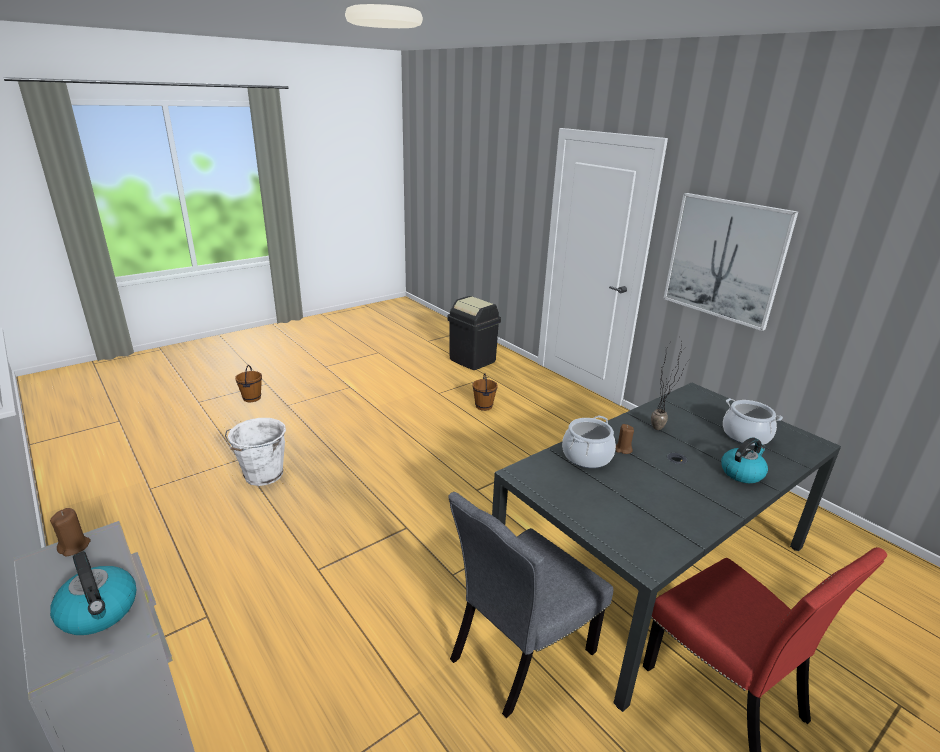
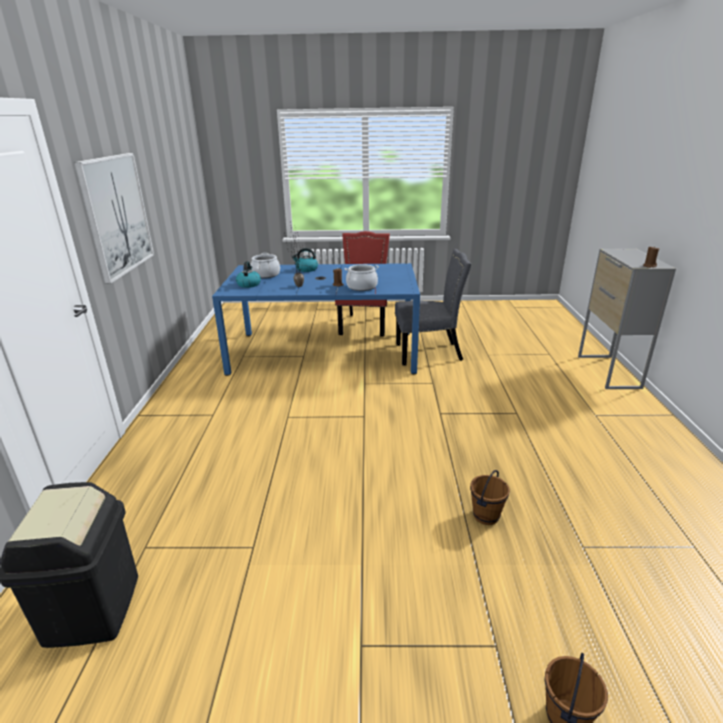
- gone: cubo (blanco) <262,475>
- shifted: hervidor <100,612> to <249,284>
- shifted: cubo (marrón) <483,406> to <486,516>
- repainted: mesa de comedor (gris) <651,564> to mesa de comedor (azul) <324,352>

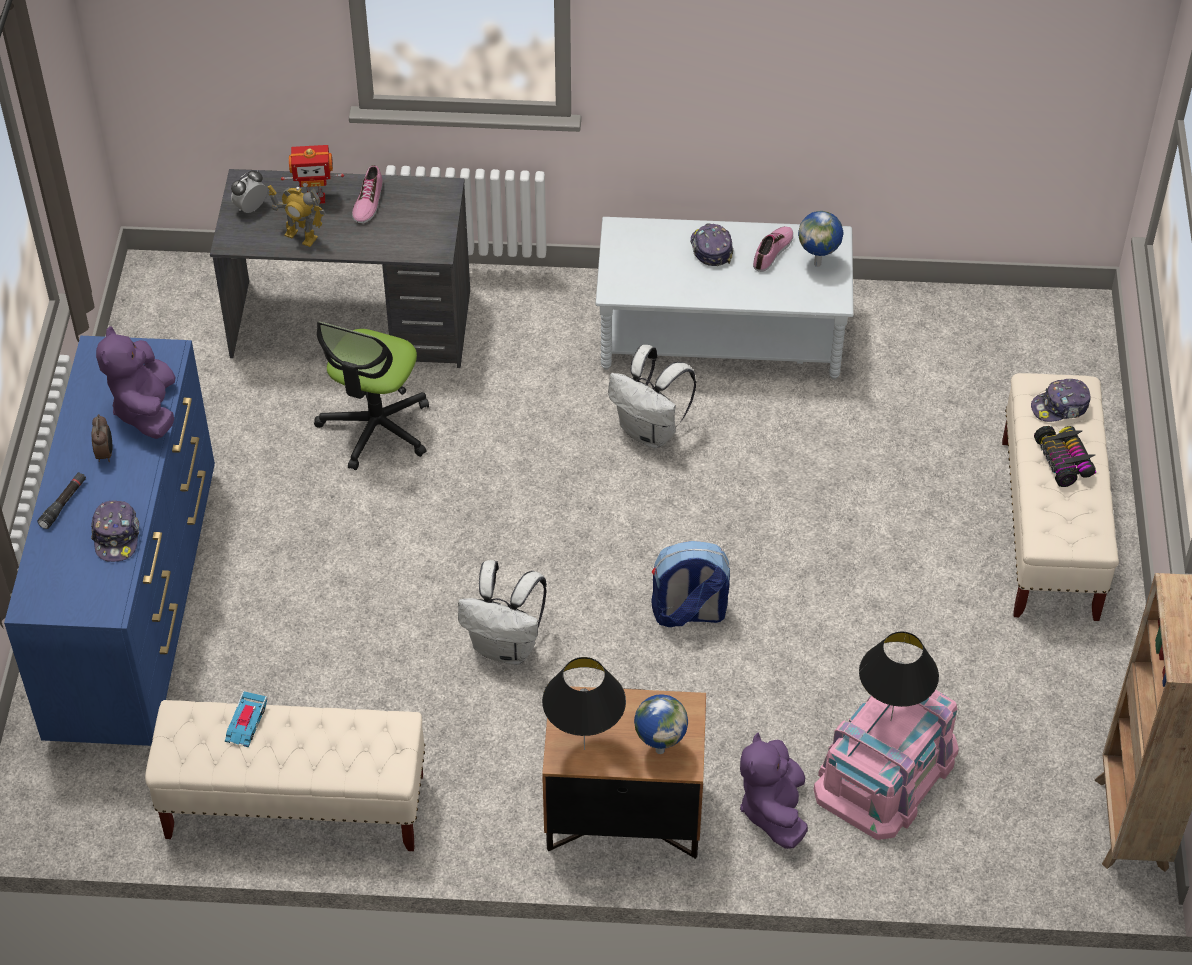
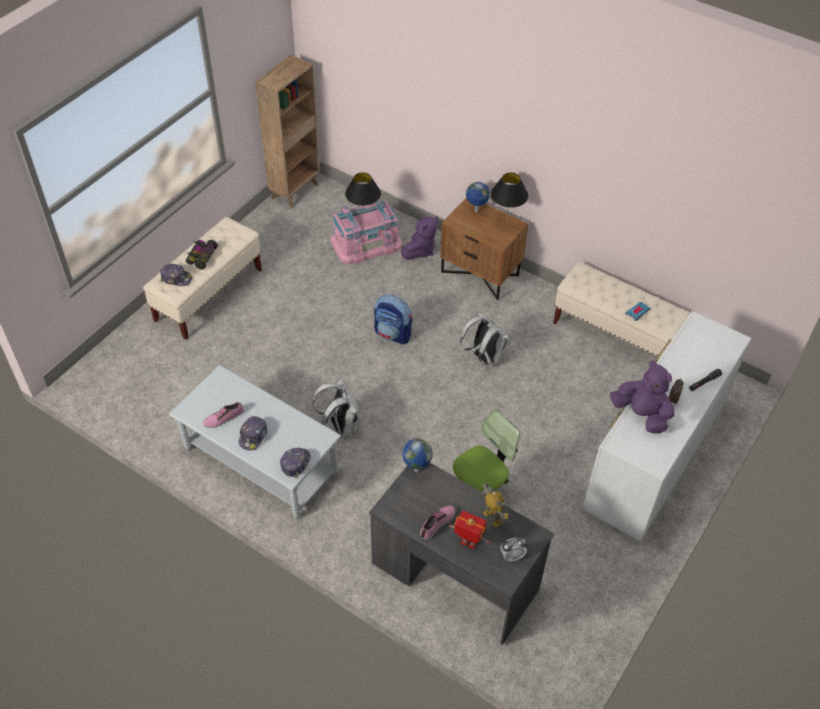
- shifted: gorra <117,536> to <295,463>
- shifted: globo terráqueo <818,264> to <416,470>
- repainted: cómoda (azul) <136,604> to cómoda (blanco) <652,460>
- rotated: peluche (morado) <146,410> = <641,414> 75 degrees counterclockwise

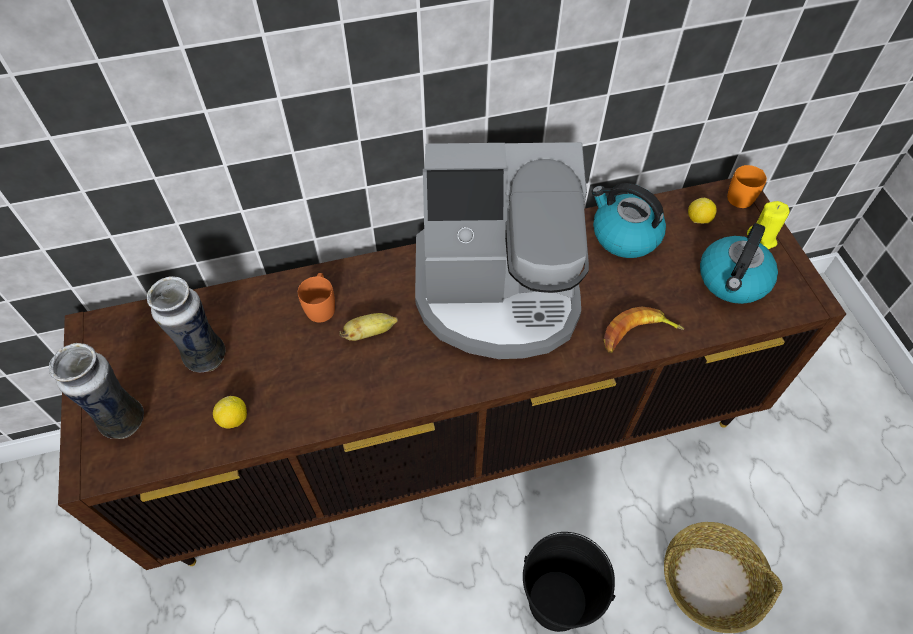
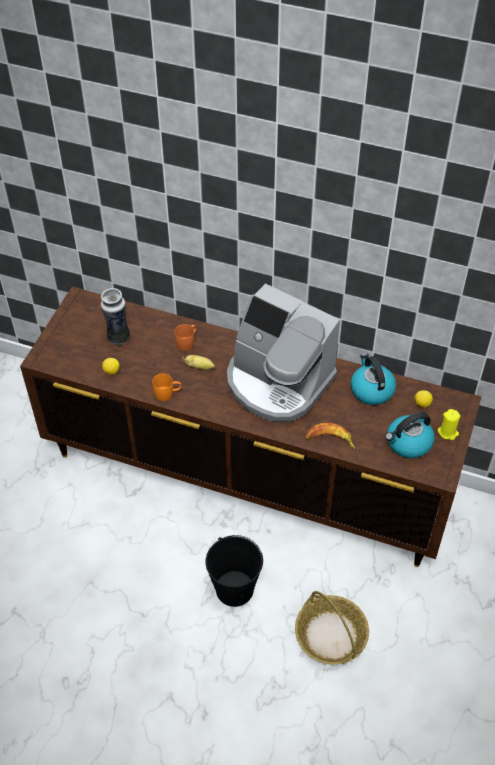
- gone: florero <124,420>
- shifted: taza grande (naranja) <743,196> to <167,394>

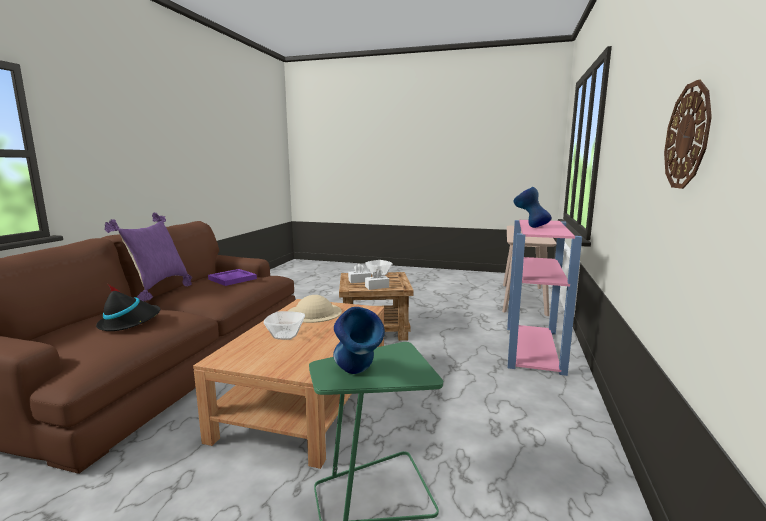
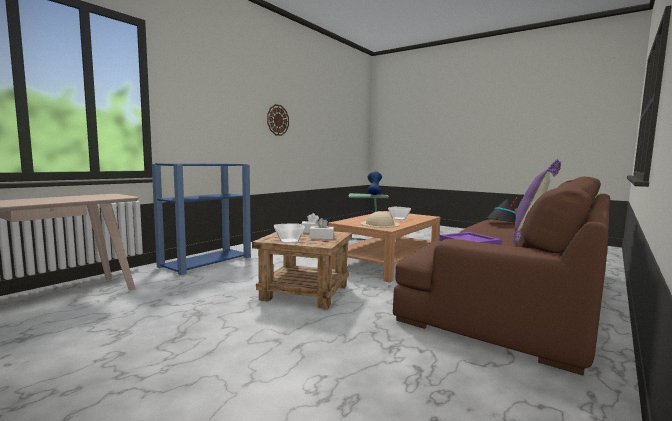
- gone: florero (azul) <530,227>
- repainted: estantería (rosa) <533,349> to estantería (azul) <207,262>

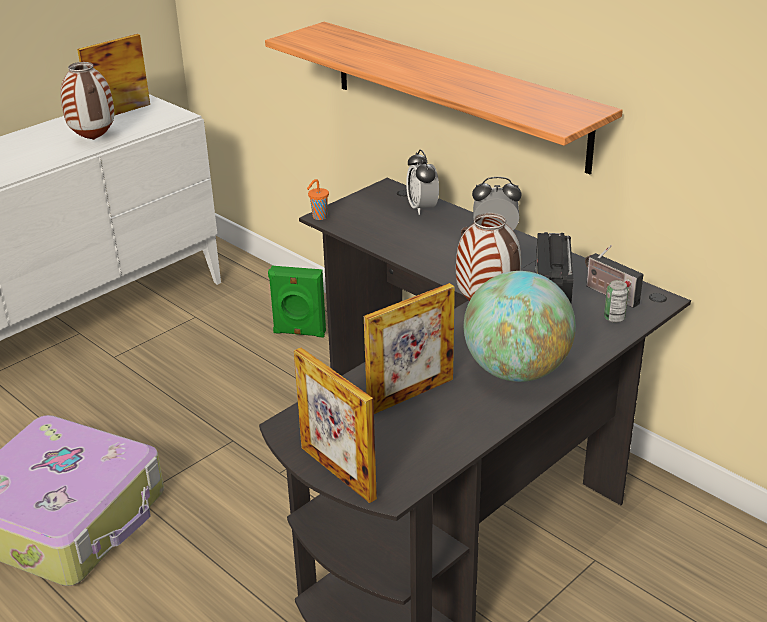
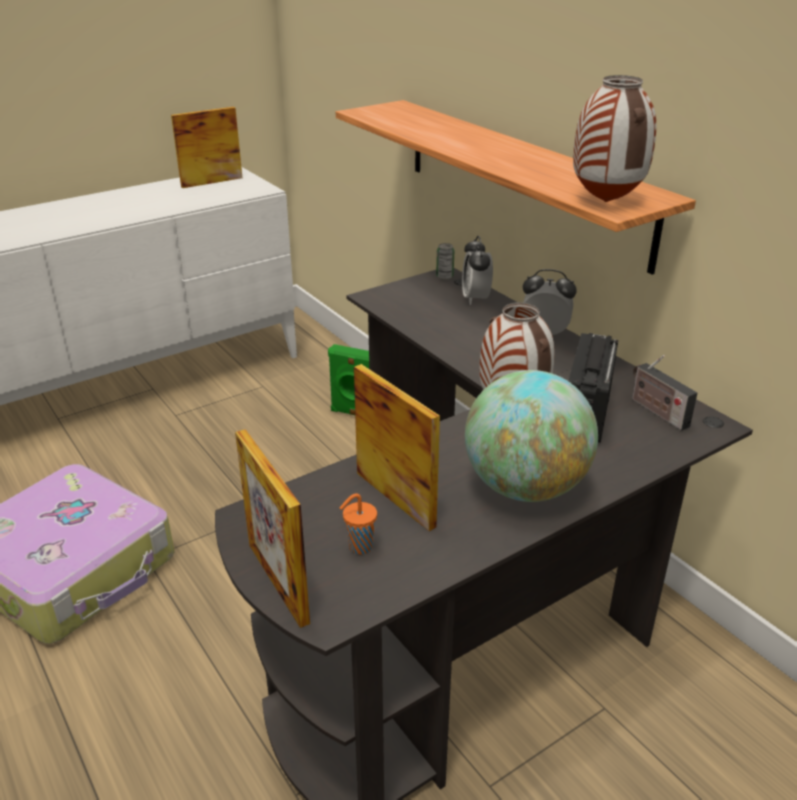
- shifted: florero <93,139> to <604,201>
- shifted: taza (naranja) <319,217> to <359,547>
- shifted: lata <614,318> to <444,276>
- rotated: portarretratos <410,395> = <395,499> 105 degrees counterclockwise

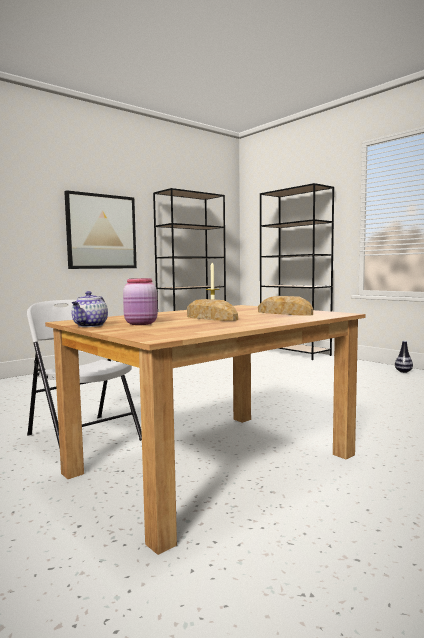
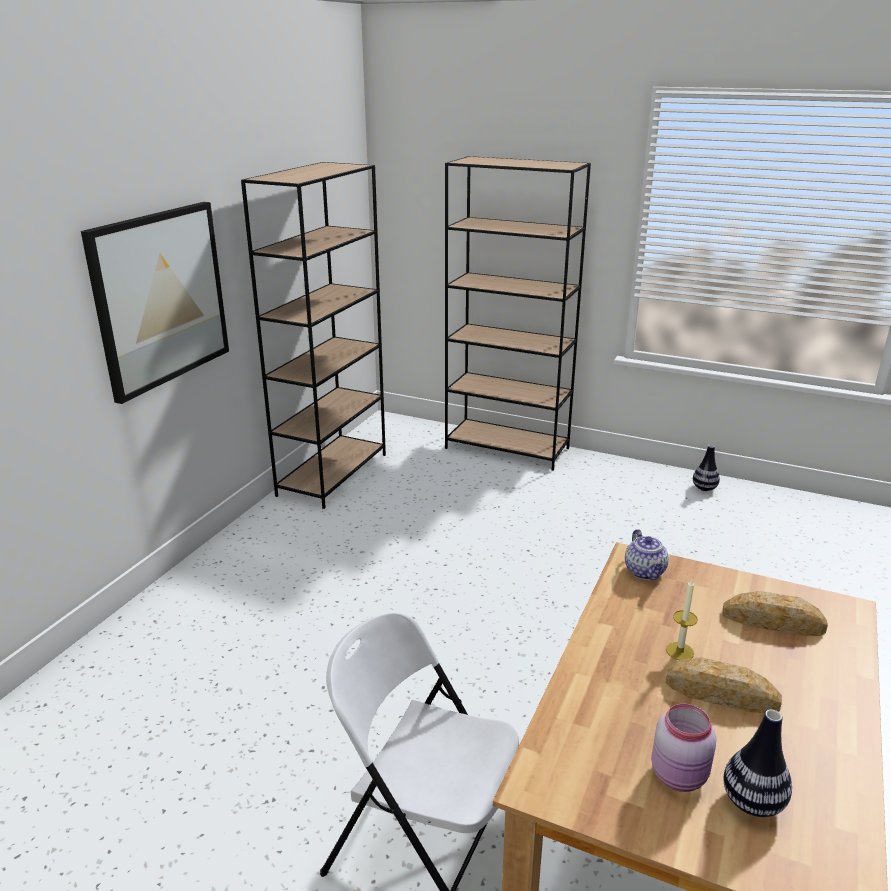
- new: florero <752,802>
- shifted: tetera <90,326> to <645,572>

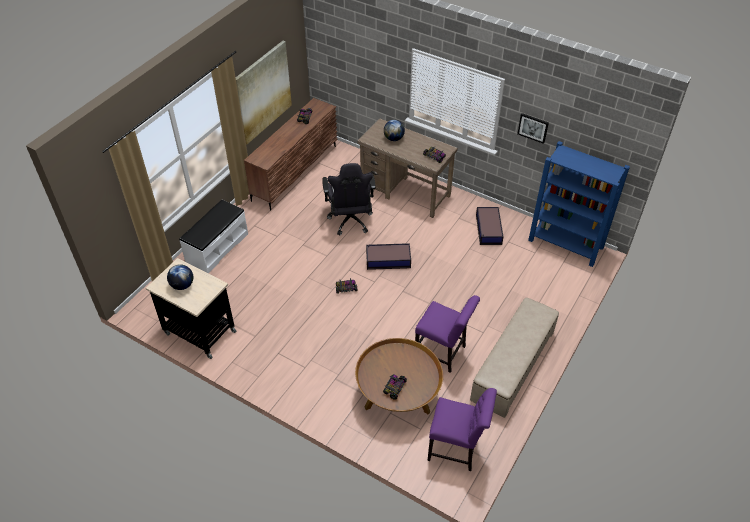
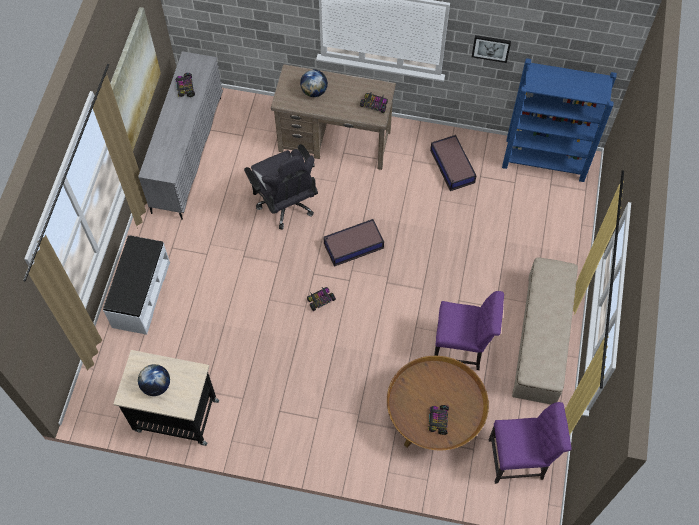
- repainted: cómoda (marrón) <295,173> to cómoda (gris) <188,154>

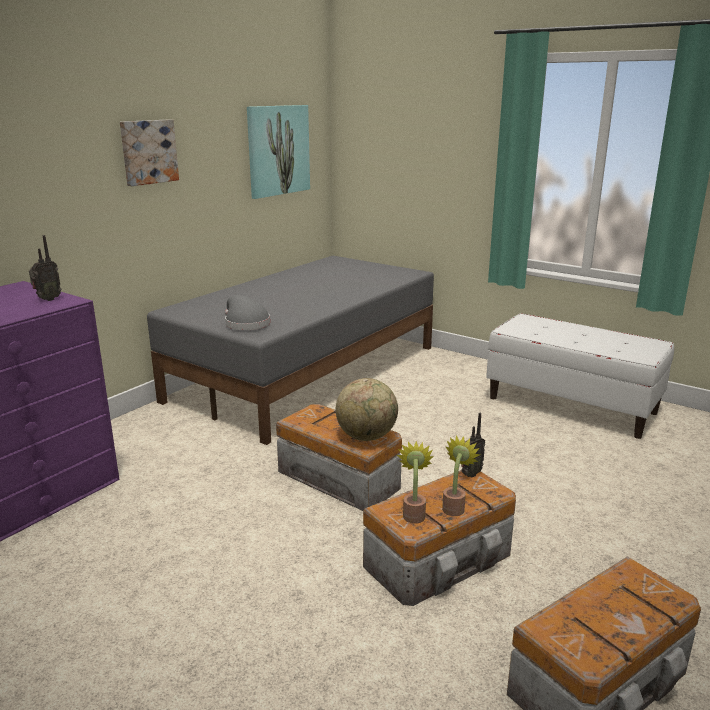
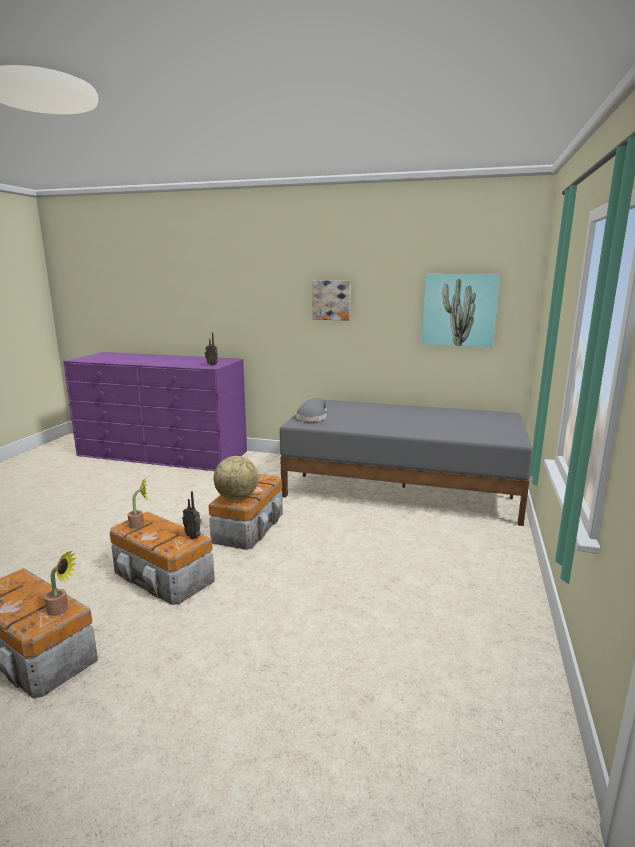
- gone: banco (blanco) <572,405>
- shifted: planta en maceta <454,507> to <61,609>

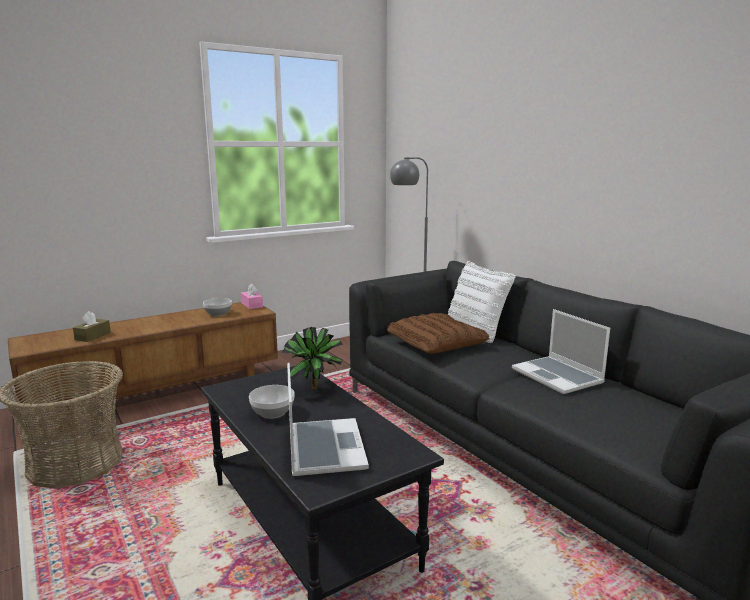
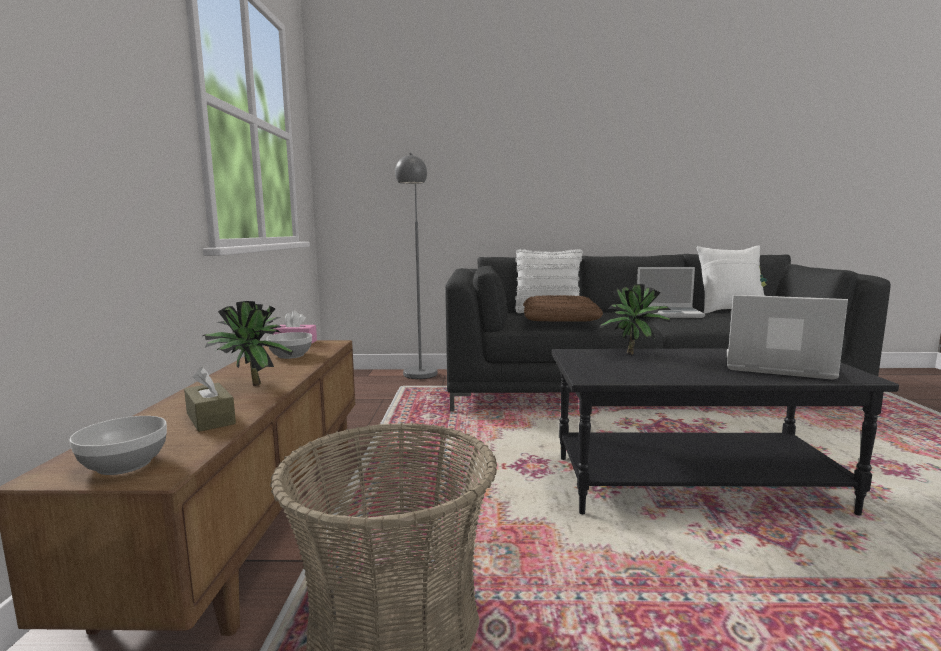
- new: planta en maceta <250,385>
- new: cojín (blanco) <729,311>
- shifted: cuenco <272,413> to <125,465>

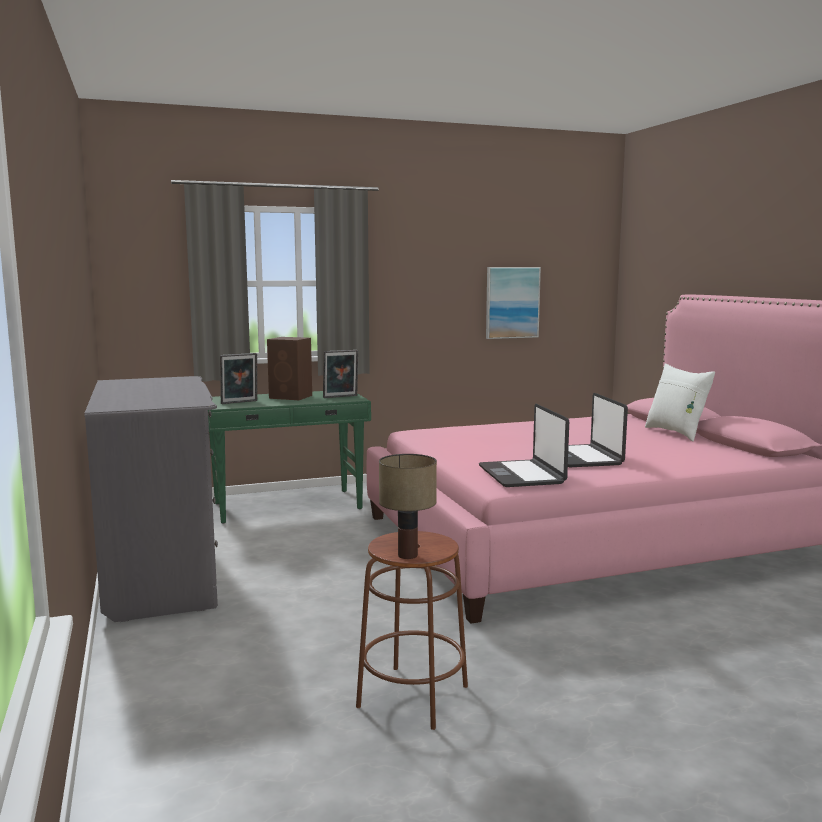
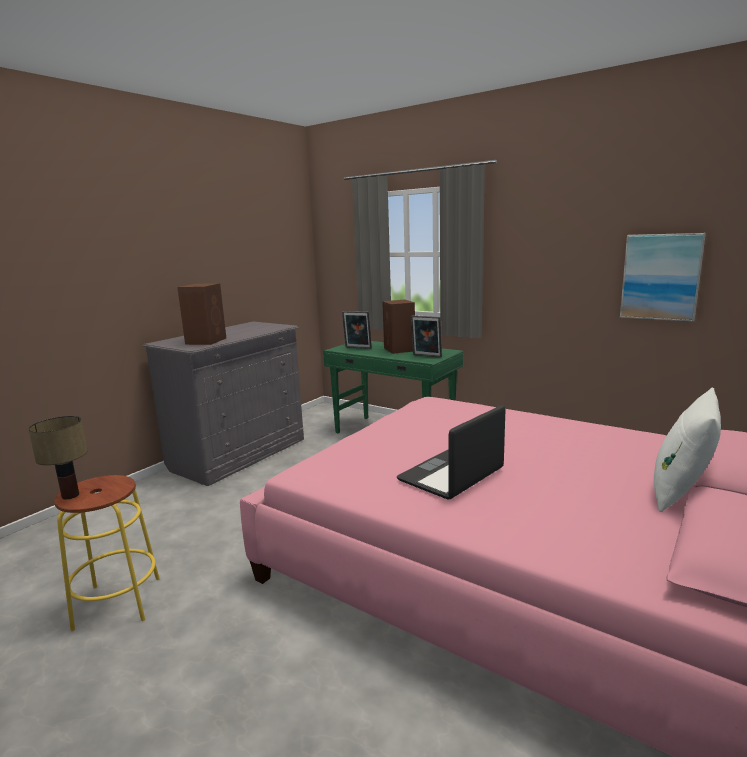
- gone: portátil <522,475>
- new: altavoz (marrón) <206,341>
- repainted: taburete (marrón) <413,696> to taburete (amarillo) <117,602>

